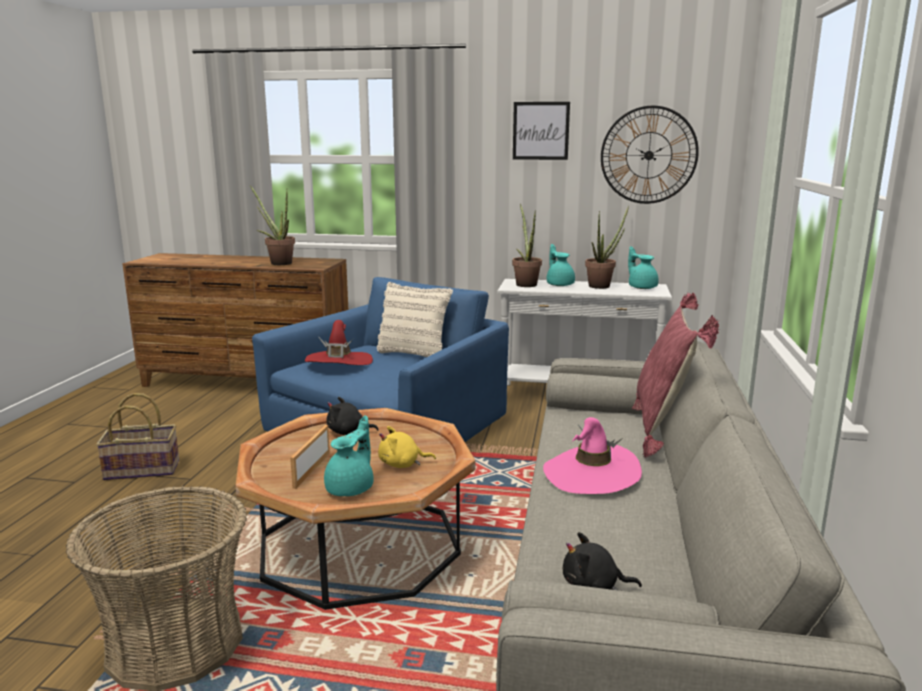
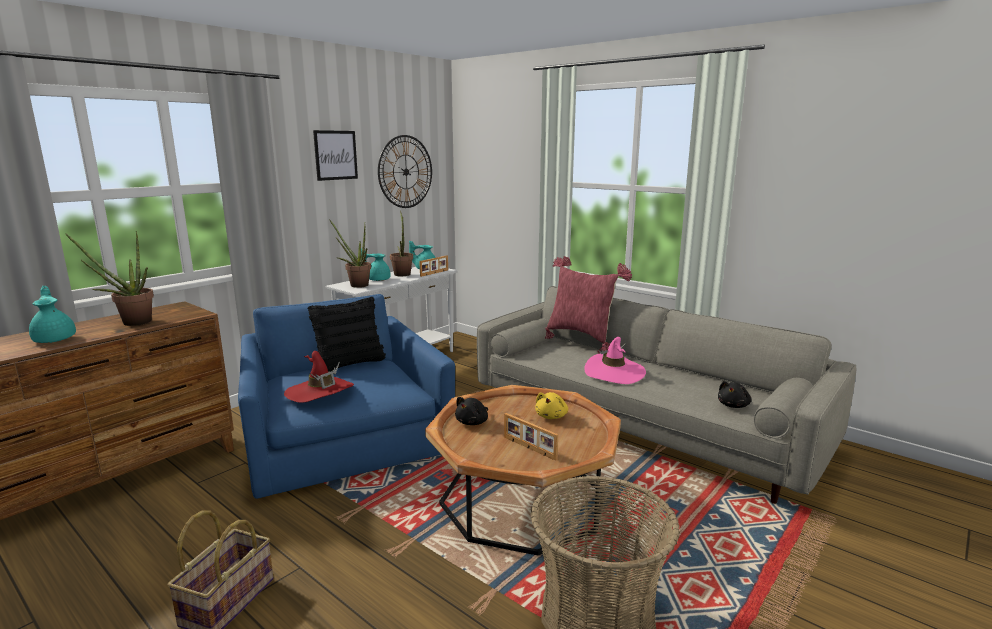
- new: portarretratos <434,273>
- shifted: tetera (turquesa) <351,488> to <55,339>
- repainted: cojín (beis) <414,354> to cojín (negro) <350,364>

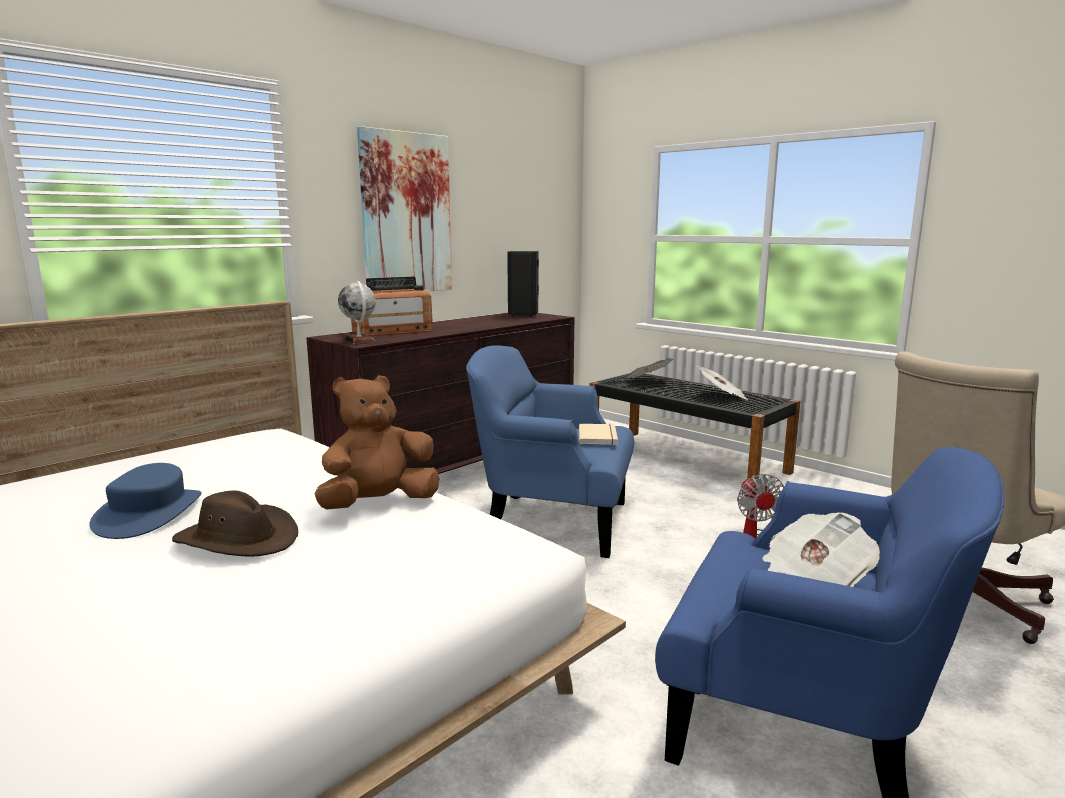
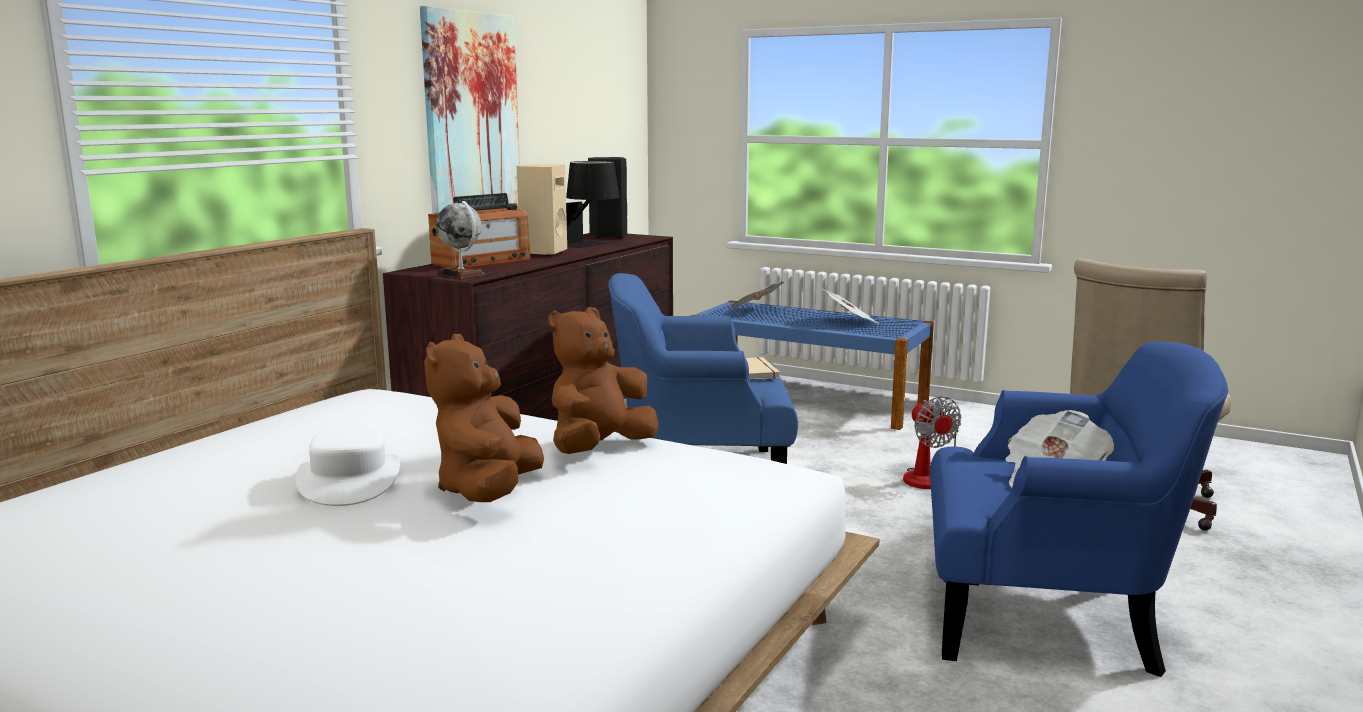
- new: altavoz (beis) <542,253>
- new: lámpara de mesa (negro) <591,245>
- swapped: sombrero (marrón) <239,539> to peluche (marrón) <488,492>
- repainted: sombrero (azul) <150,513> to sombrero (blanco) <350,480>
- repainted: banco (negro) <686,460> to banco (azul) <807,400>

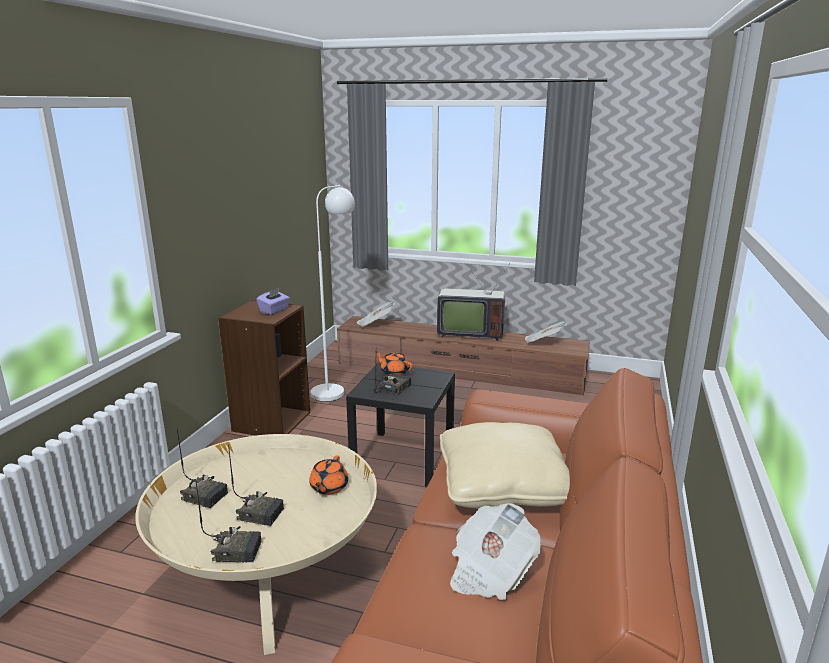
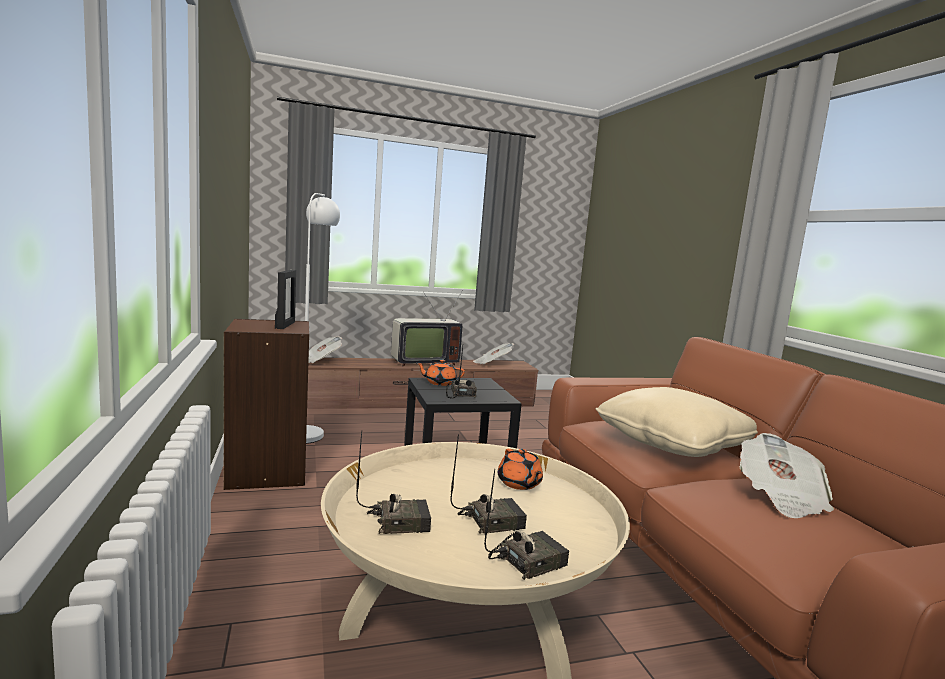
- swapped: caja de pañuelos (morado) <274,311> to portarretratos <285,325>

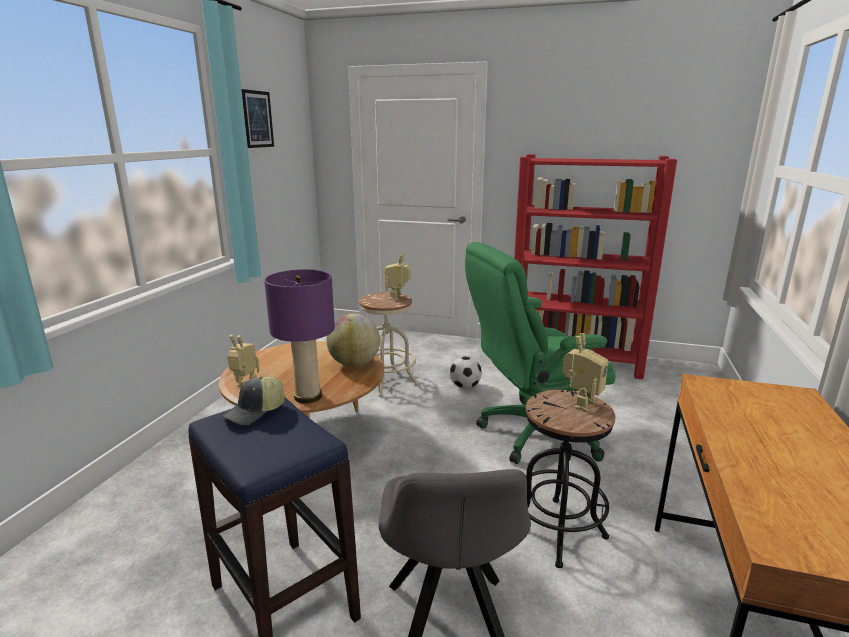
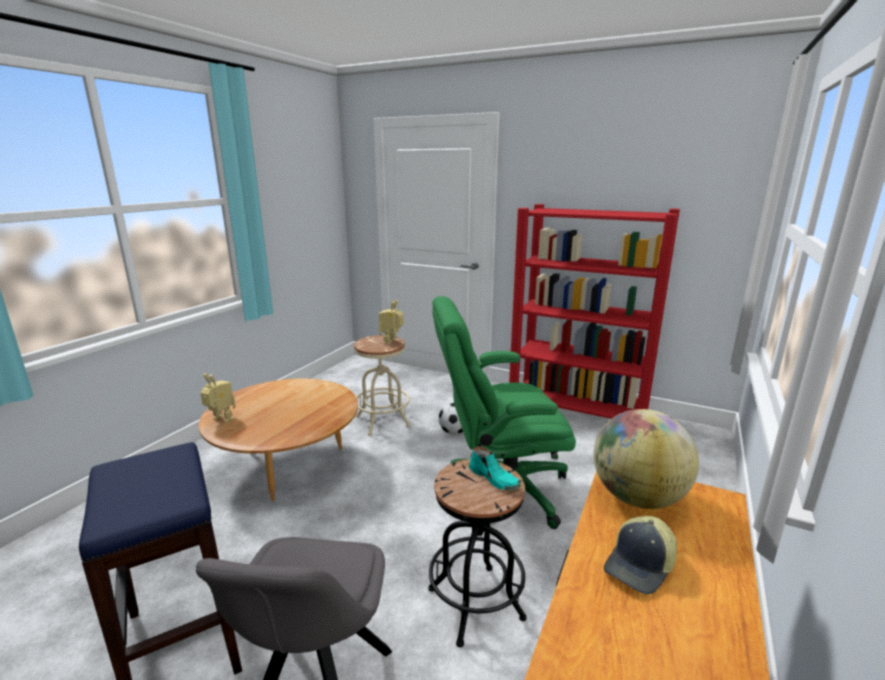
- gone: cuadro <258,119>
- gone: lámpara de mesa (morado) <308,397>
- shifted: gorra <256,412> to <640,565>
- shifted: globo terráqueo <354,364> to <637,497>
- swapped: robot de juguete <580,404> to zapato (turquesa) <494,478>

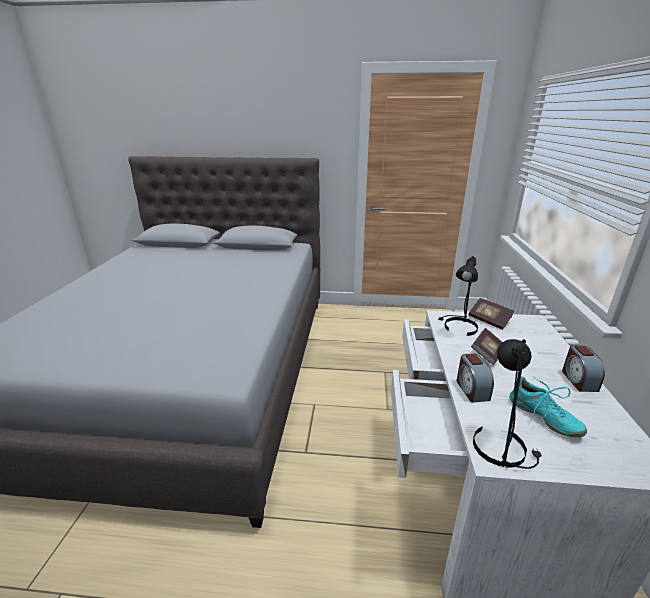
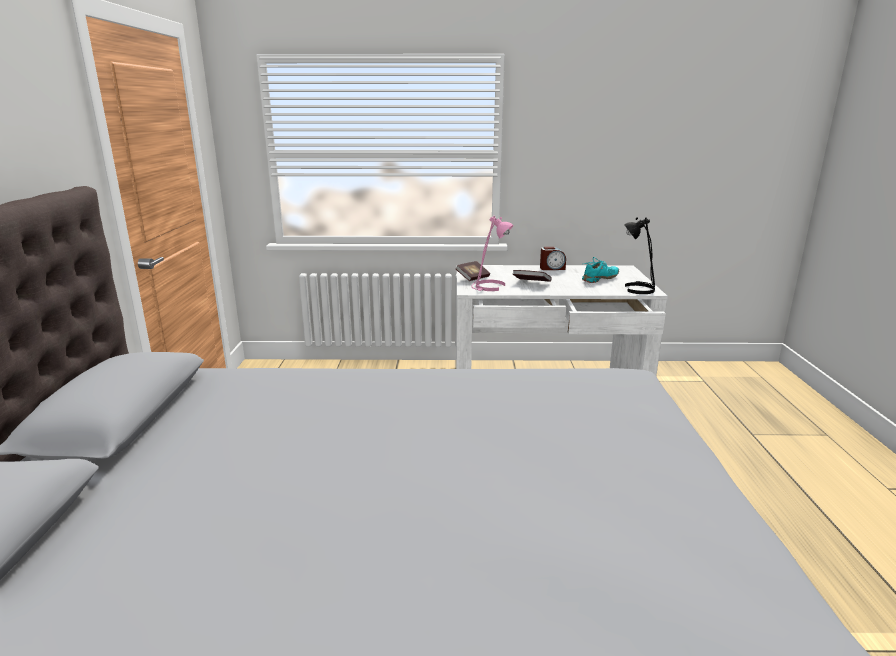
- gone: despertador <471,389>
- repainted: lámpara de mesa (negro) <458,327> to lámpara de mesa (rosa) <489,287>

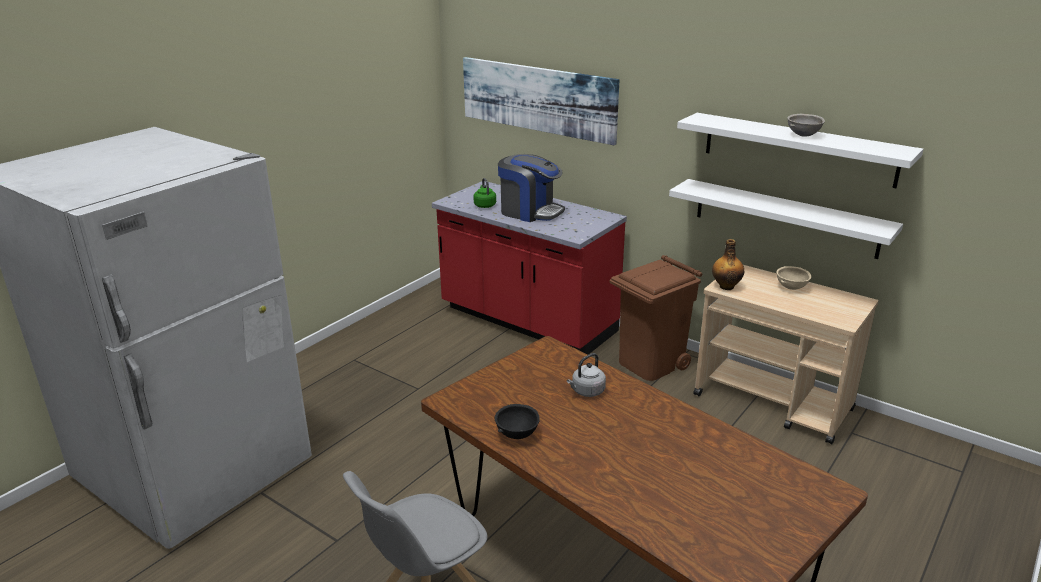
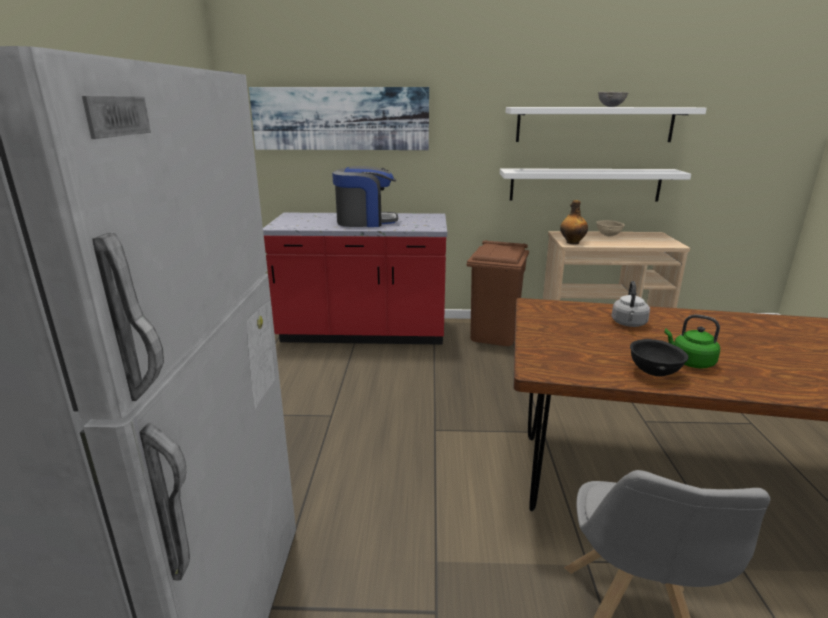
- shifted: hervidor (verde) <484,205> to <690,362>

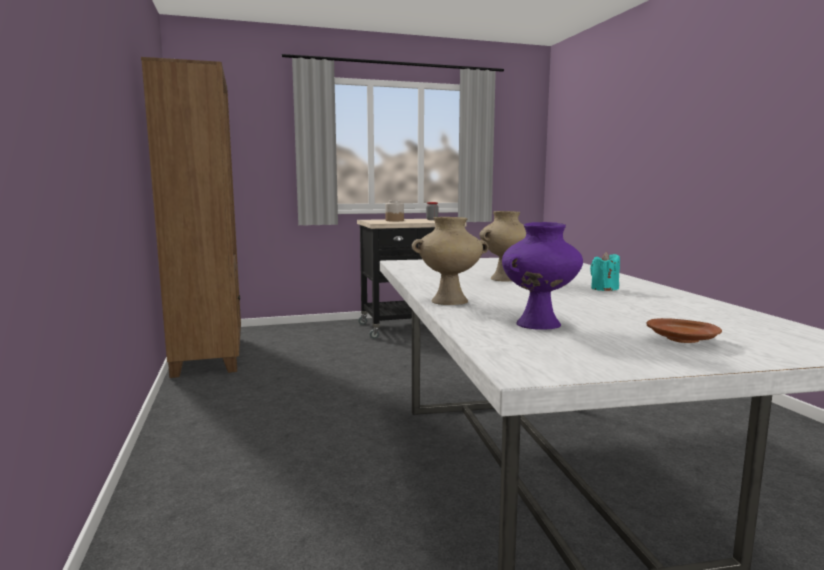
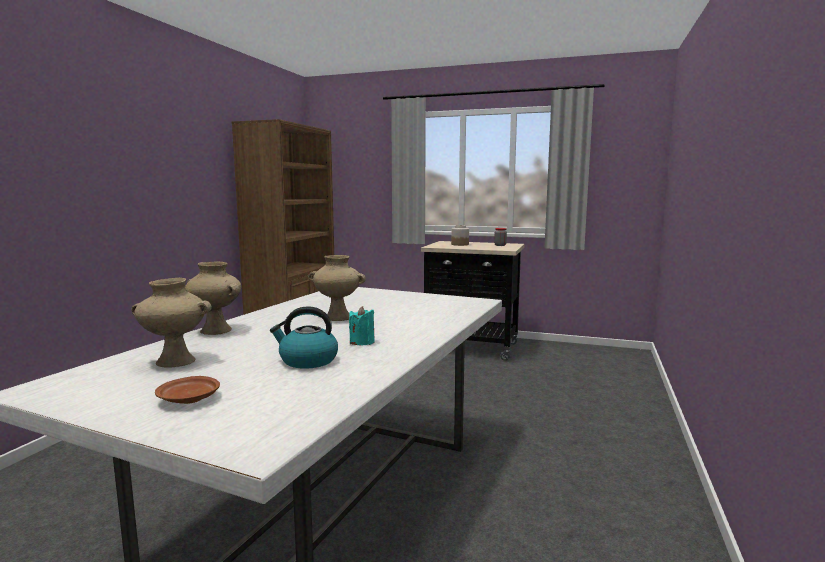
- new: hervidor <307,361>
- repainted: florero (morado) <538,325> to florero (beis) <174,362>

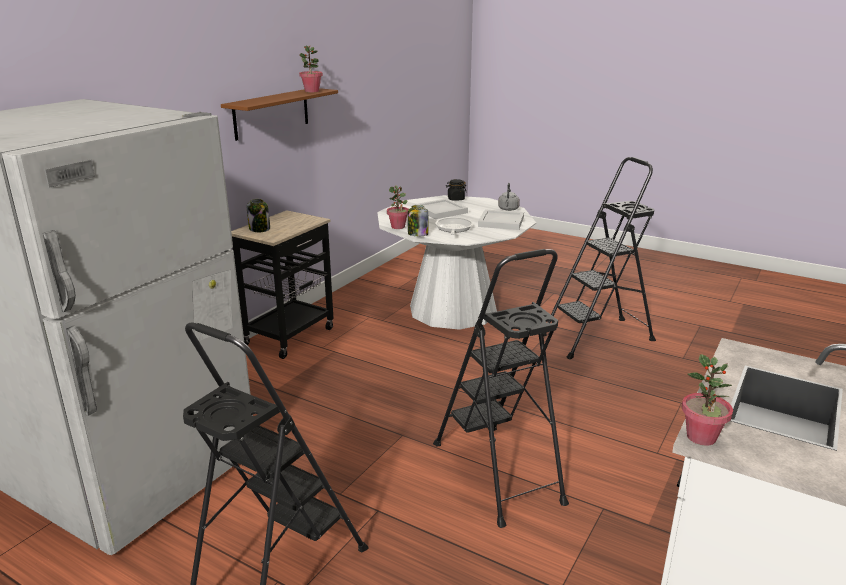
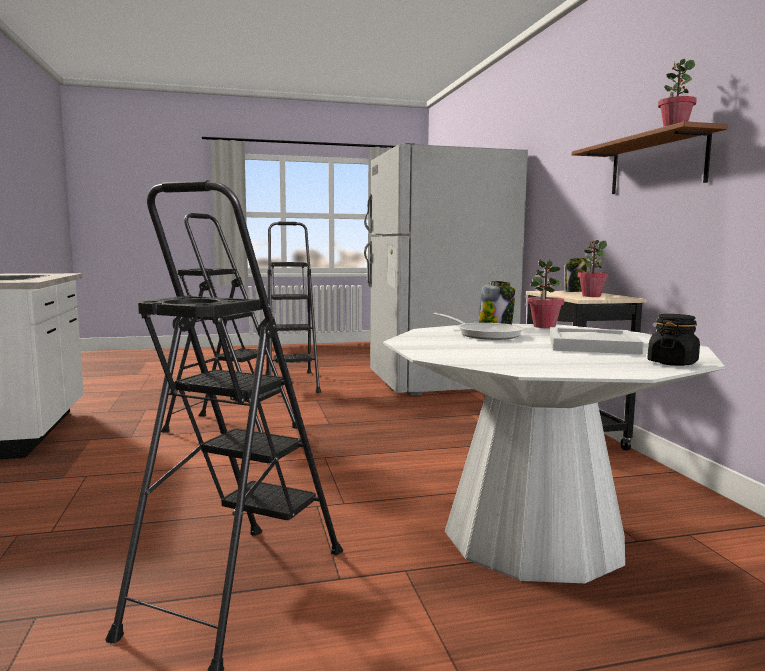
- gone: bandeja (blanco) <500,222>
- gone: hervidor (gris) <508,209>
- shifted: planta en maceta <701,437> to <591,296>

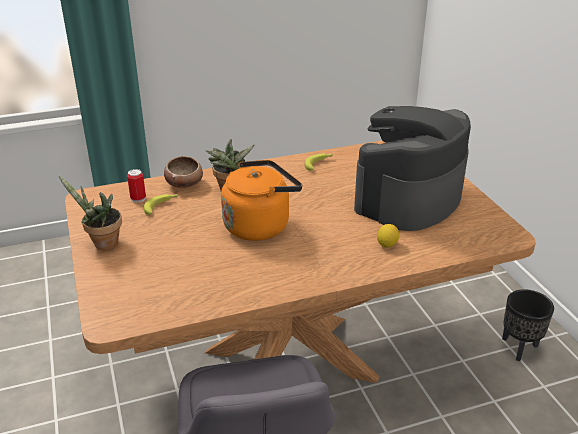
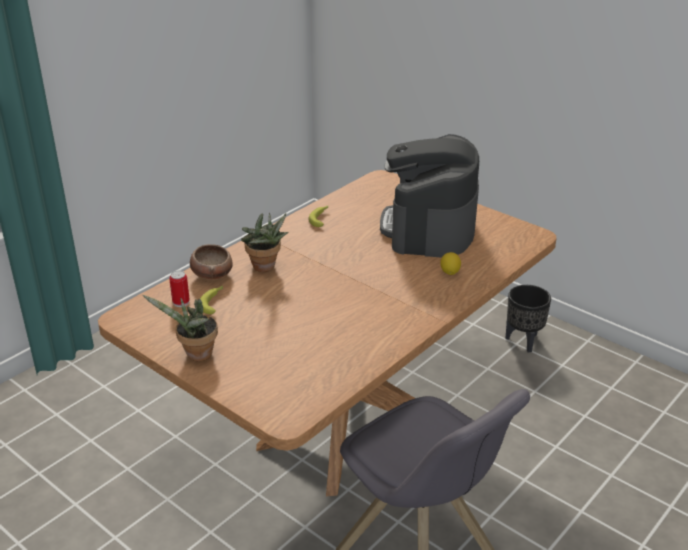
- gone: hervidor (naranja) <260,225>

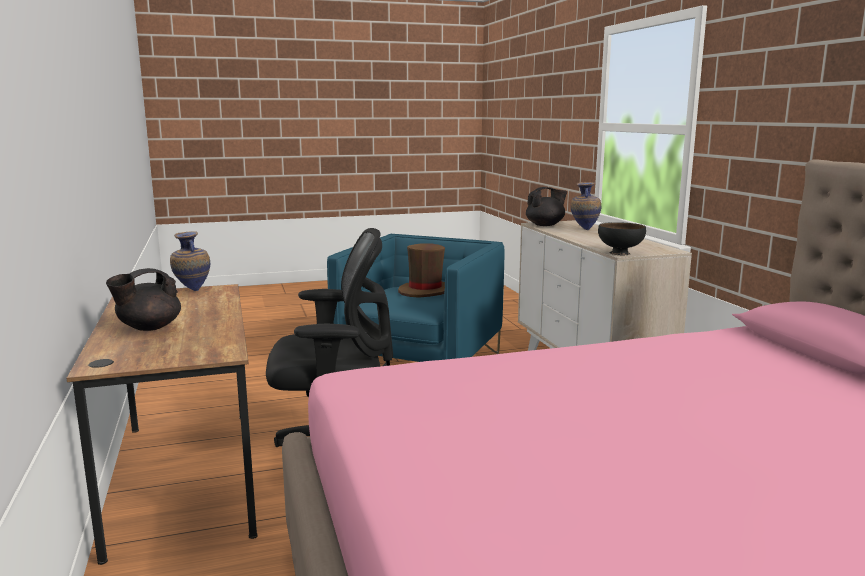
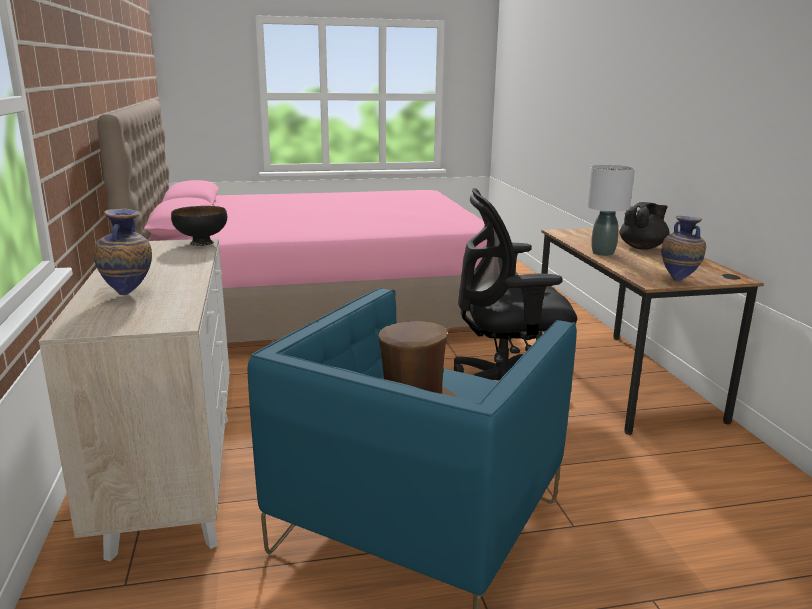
- gone: tetera (negro) <545,225>
- new: lámpara de mesa (gris) <603,253>

